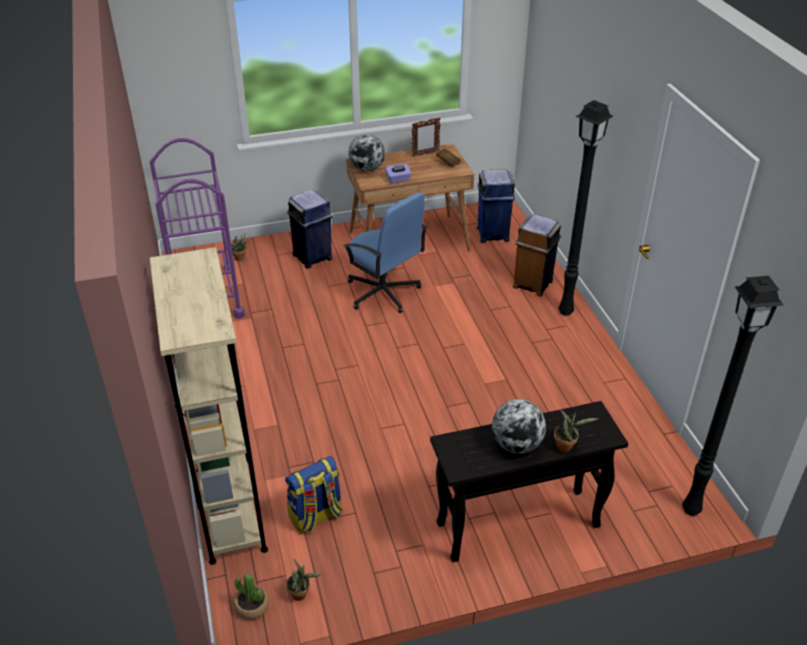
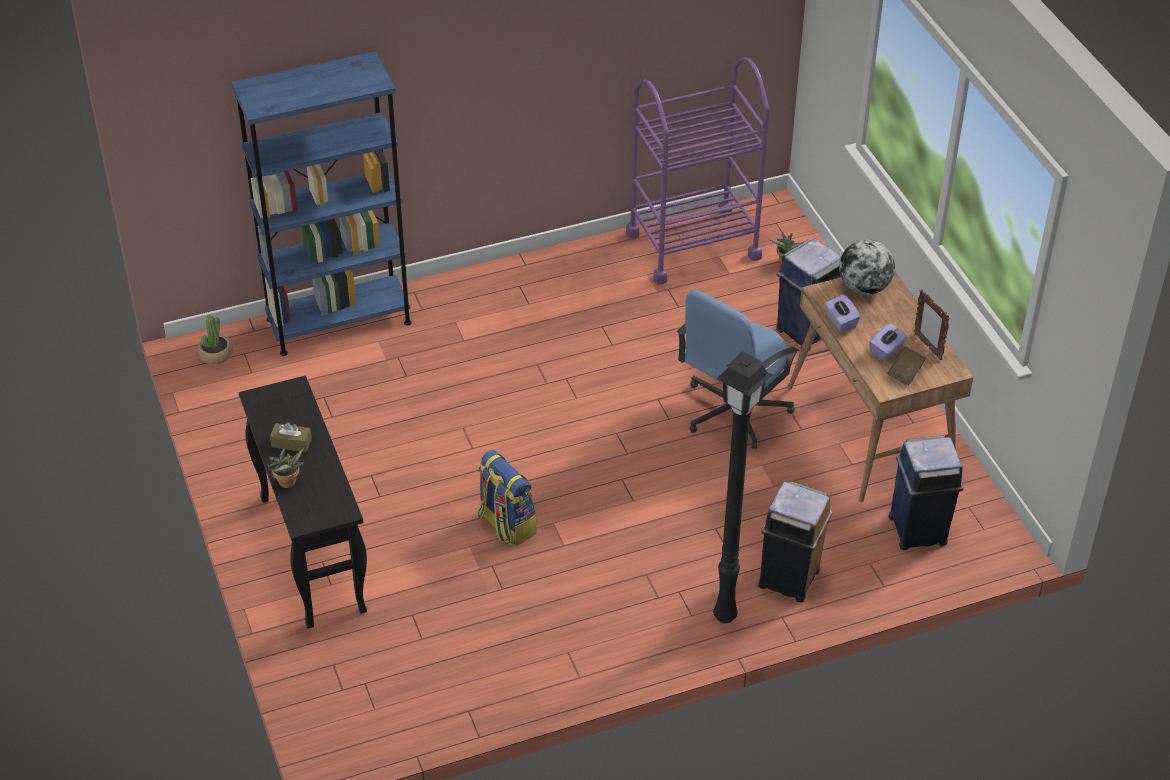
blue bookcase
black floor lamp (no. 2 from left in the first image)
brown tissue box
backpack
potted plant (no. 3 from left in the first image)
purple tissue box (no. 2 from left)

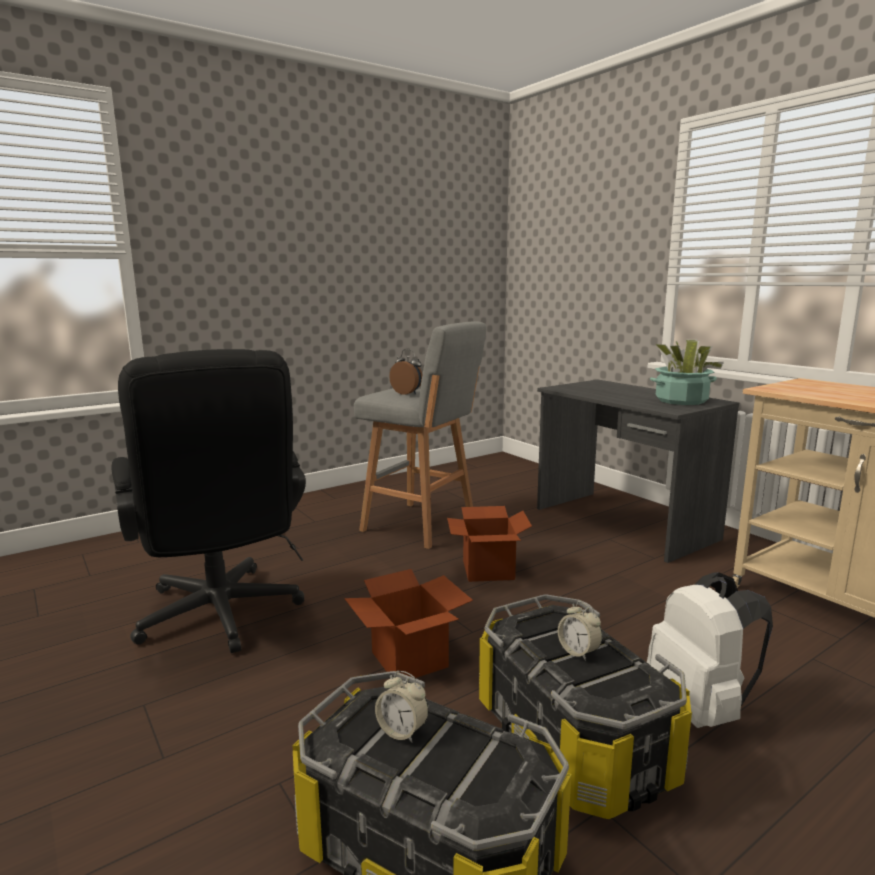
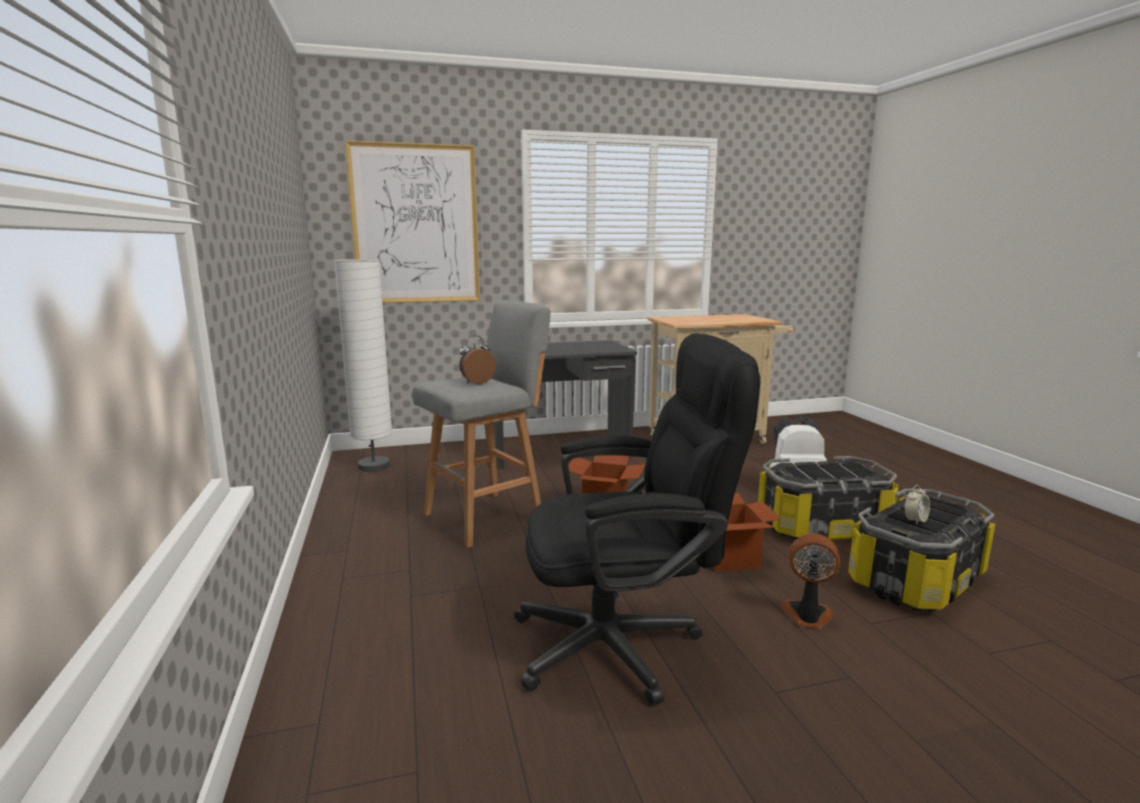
potted plant
alarm clock (no. 3 from left in the first image)
picture
white floor lamp
fan

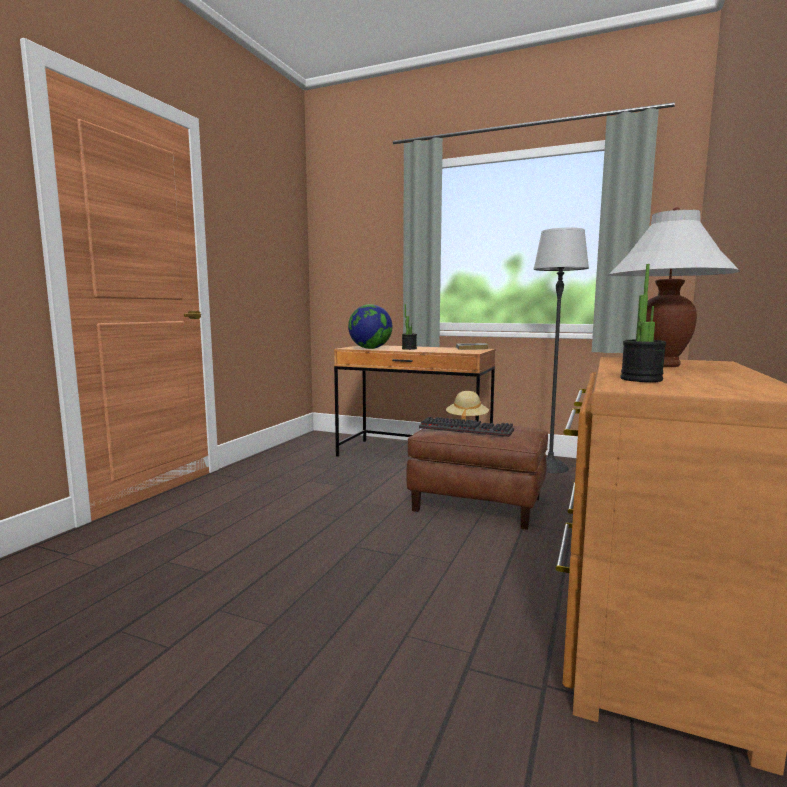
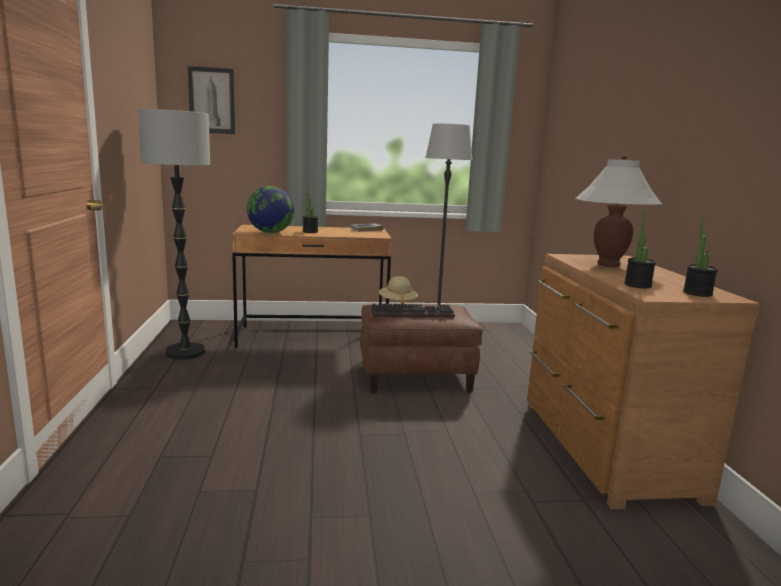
picture
floor lamp (no. 1 from left)
potted plant (no. 3 from left)

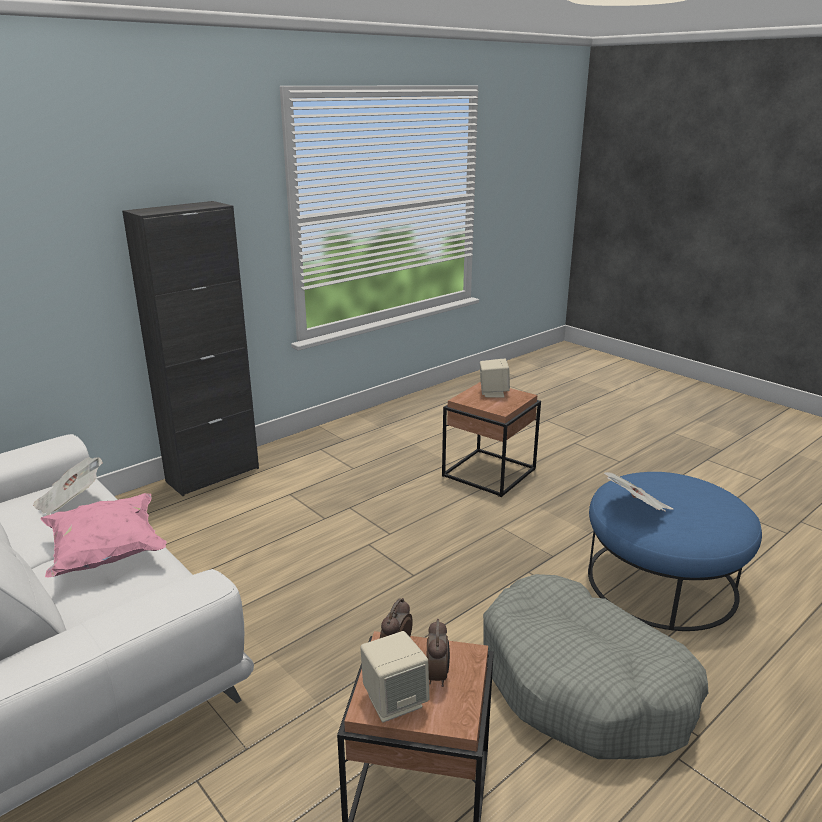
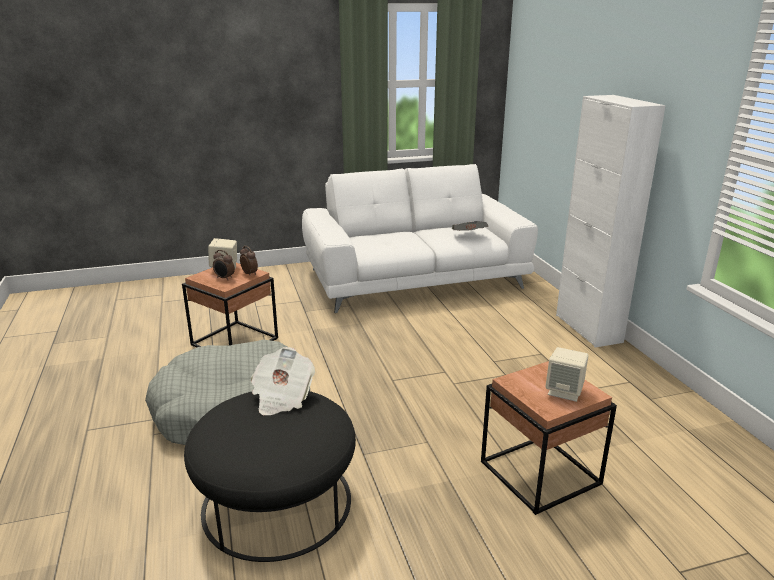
white cabinet
black ottoman
pink pillow

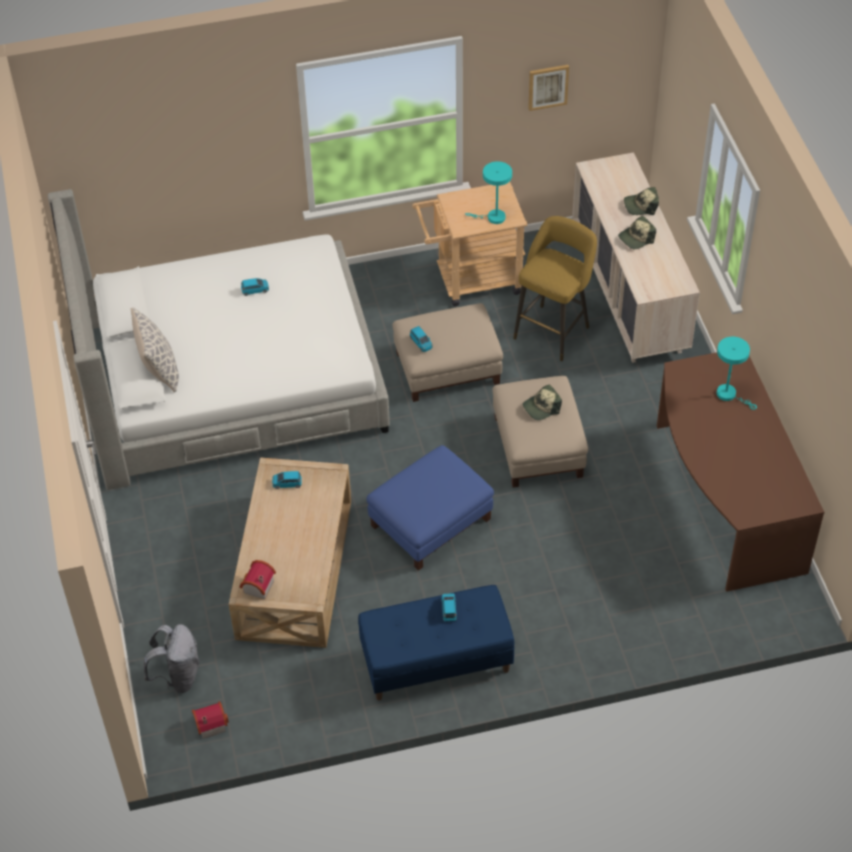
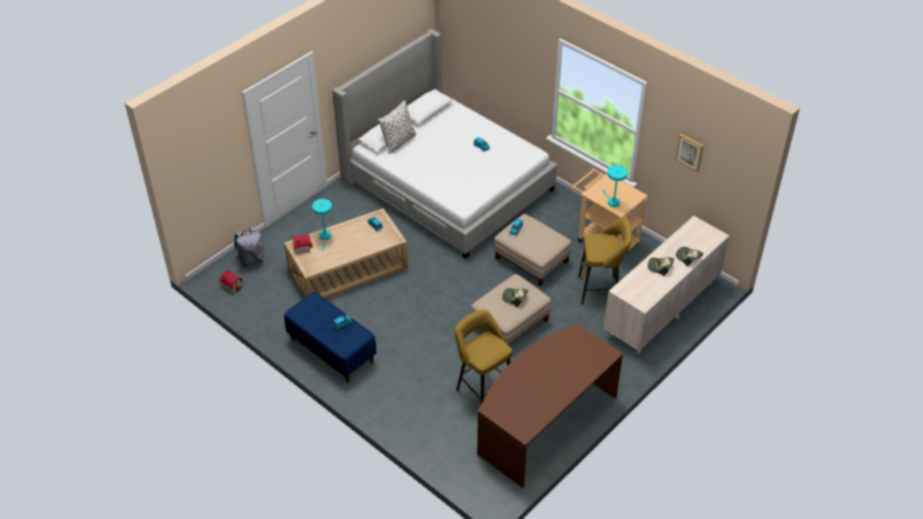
turquoise table lamp (no. 1 from left)
blue ottoman
yellow stool (no. 1 from left)

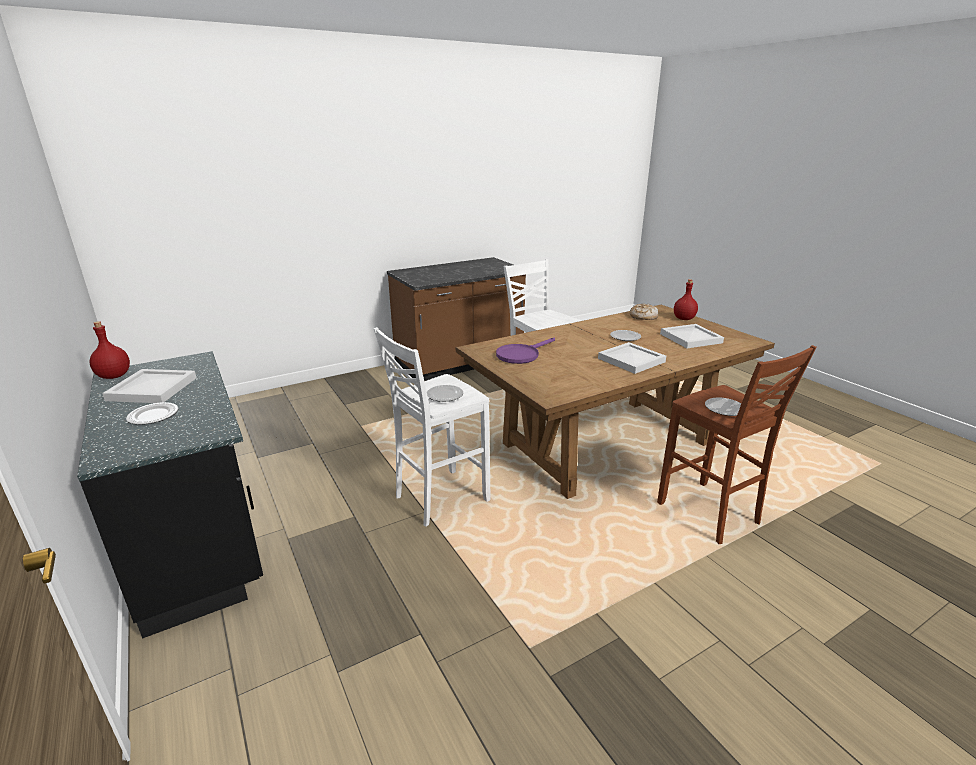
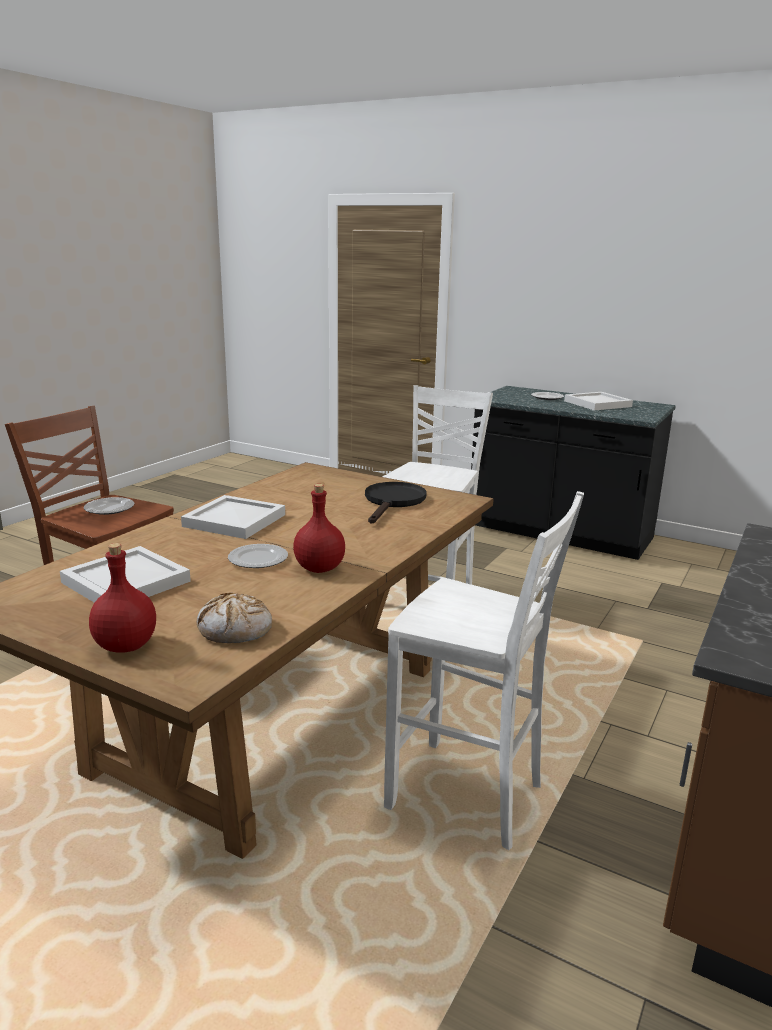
red bottle (no. 2 from left)
black frying pan
plate (no. 2 from left in the first image)

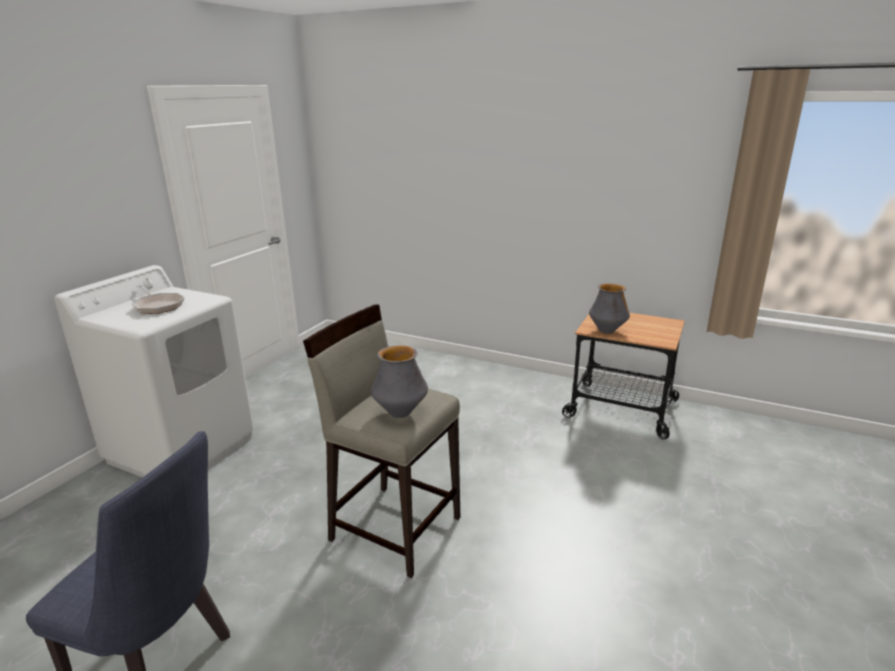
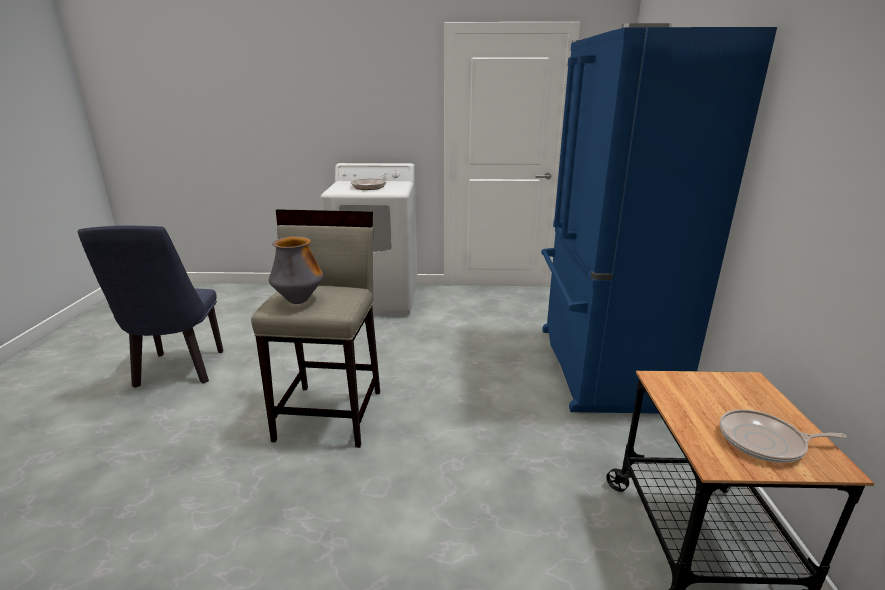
vase (no. 2 from left in the first image)
blue fridge
frying pan (no. 2 from left)

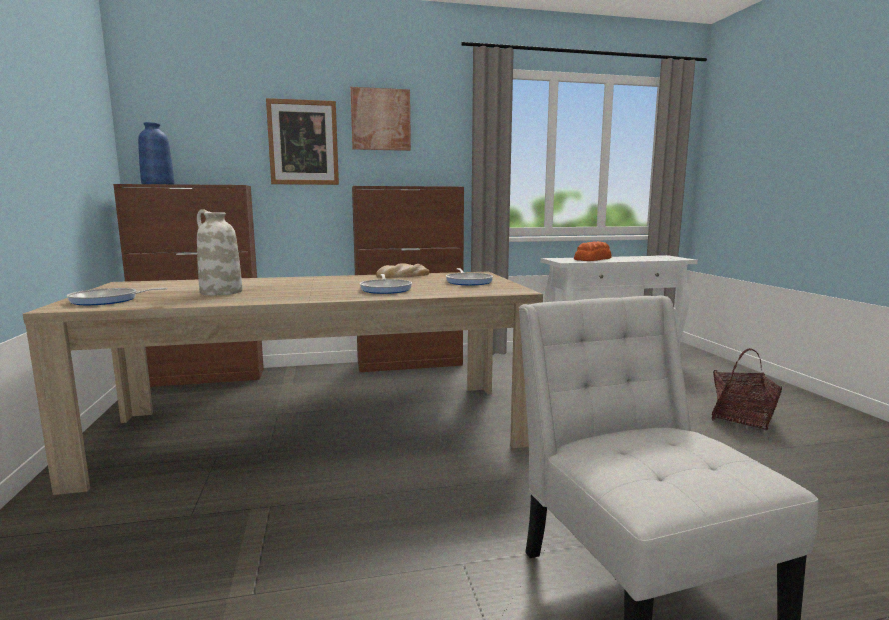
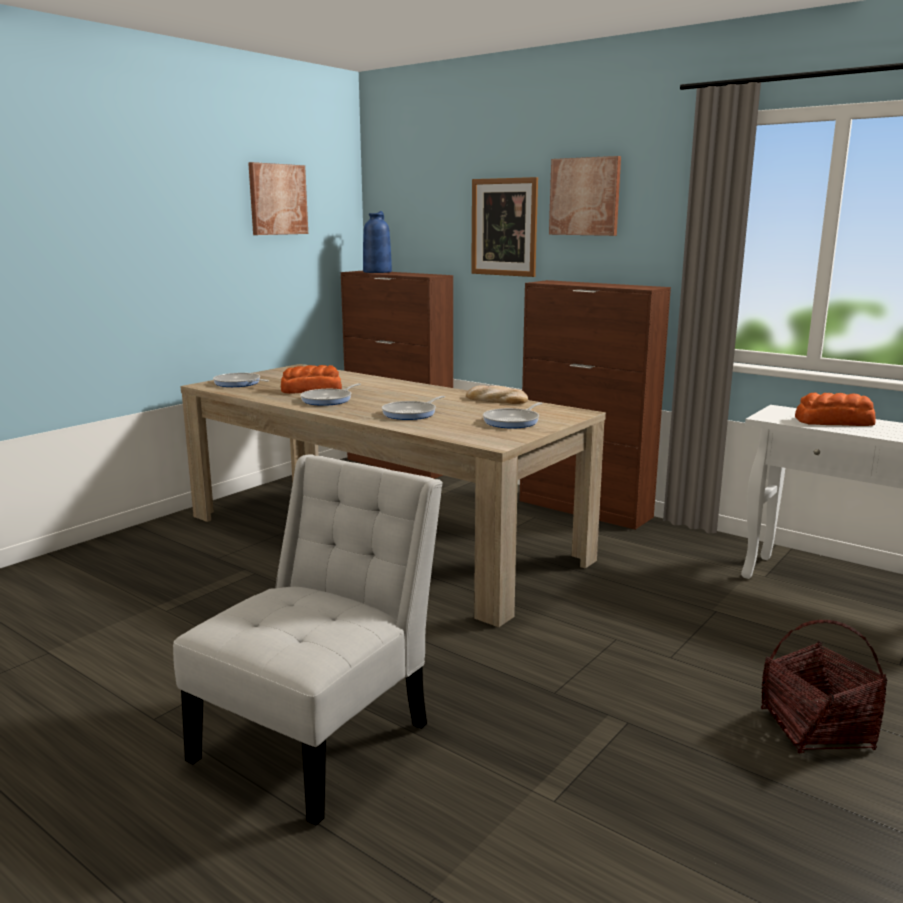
bread (no. 1 from left)
picture (no. 1 from left)
frying pan (no. 2 from left)

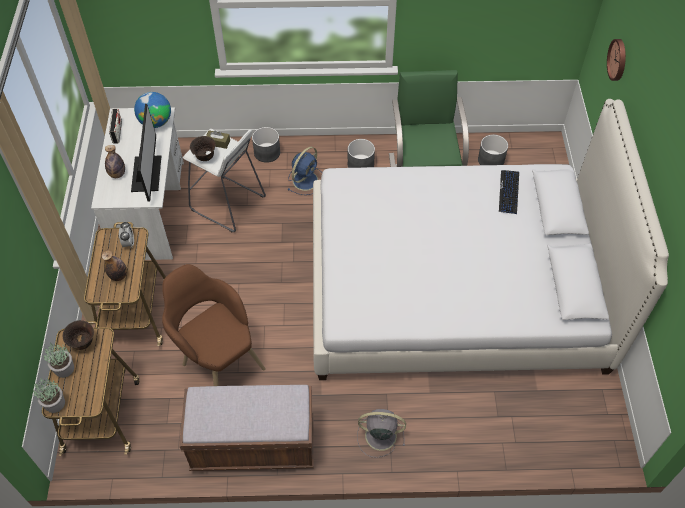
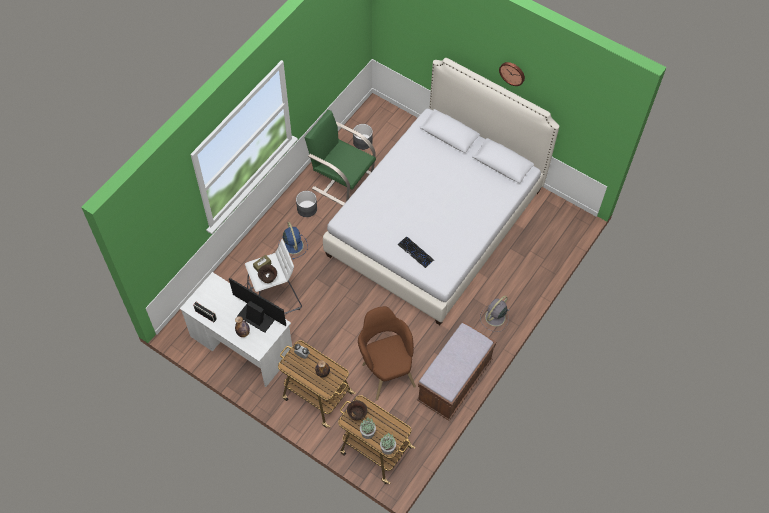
wall clock
globe
grey planter (no. 1 from left in the first image)
keyboard
brown armchair

